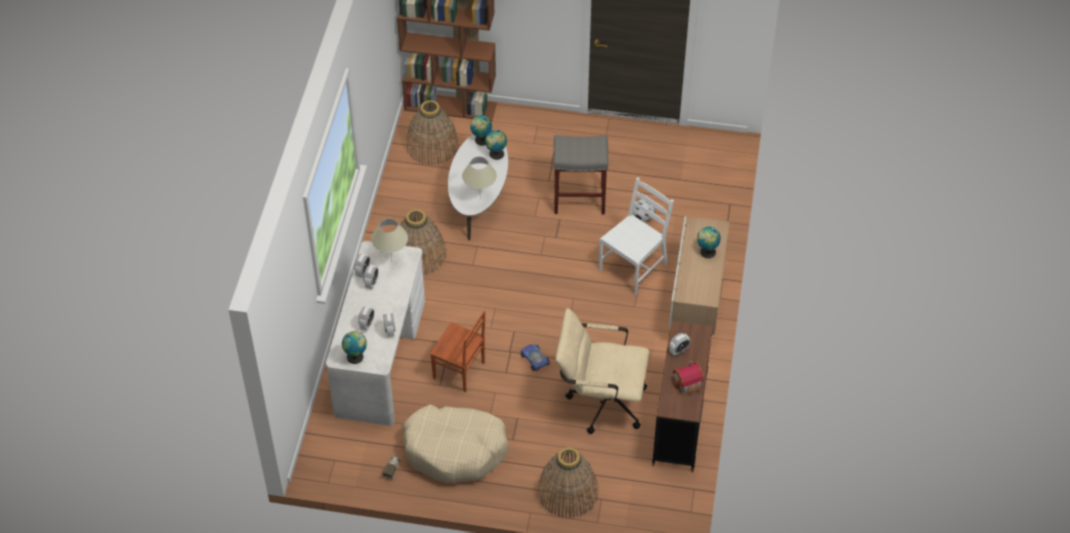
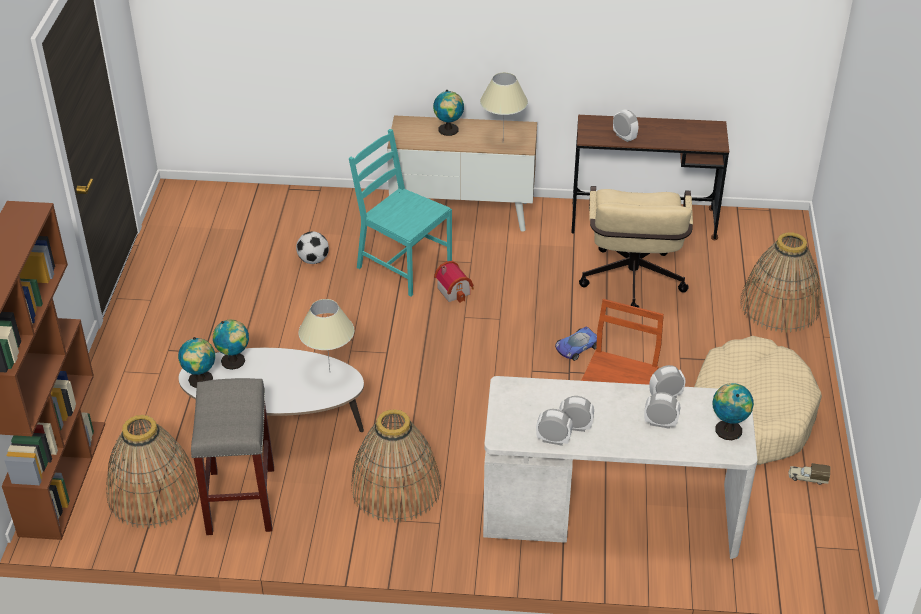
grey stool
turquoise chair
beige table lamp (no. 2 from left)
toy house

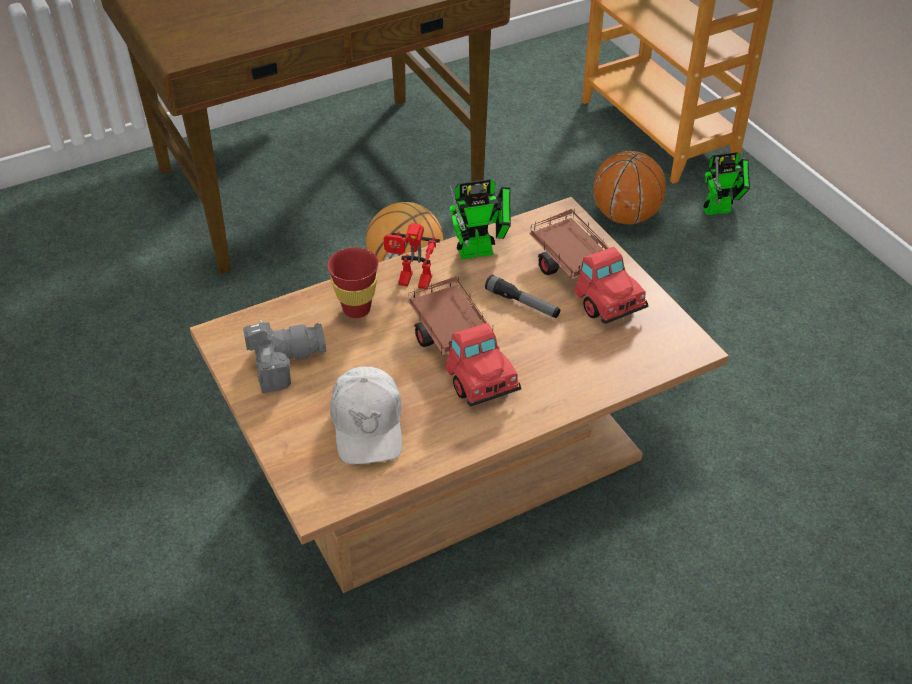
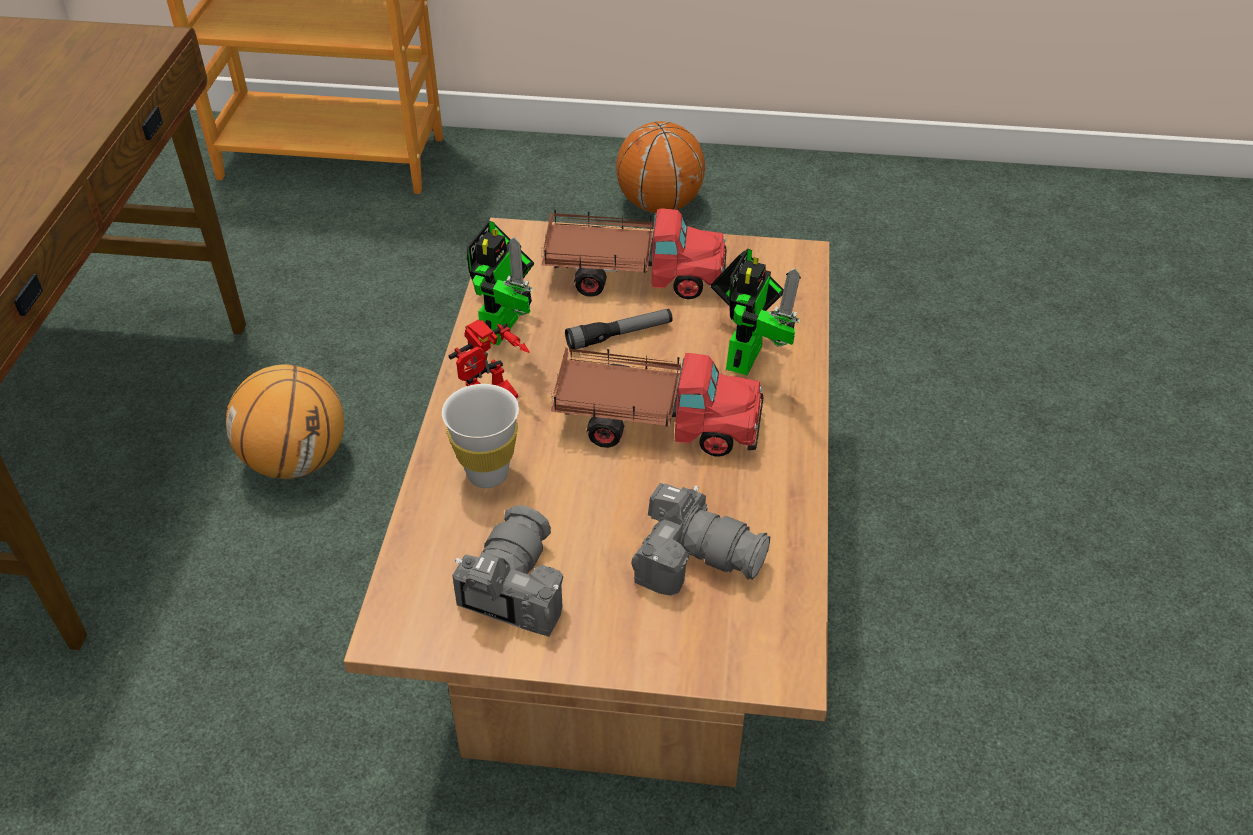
basketball (no. 2 from left)
toy robot (no. 3 from left)
white cup
photo camera (no. 2 from left)

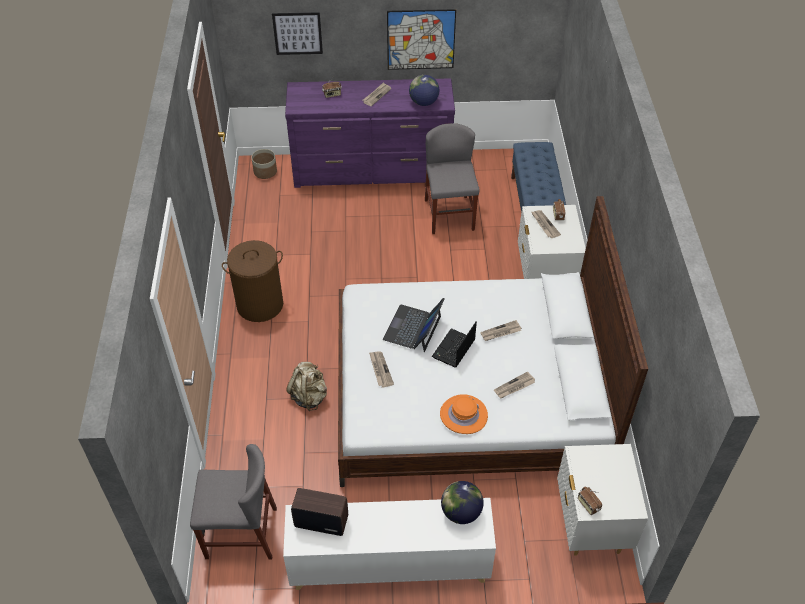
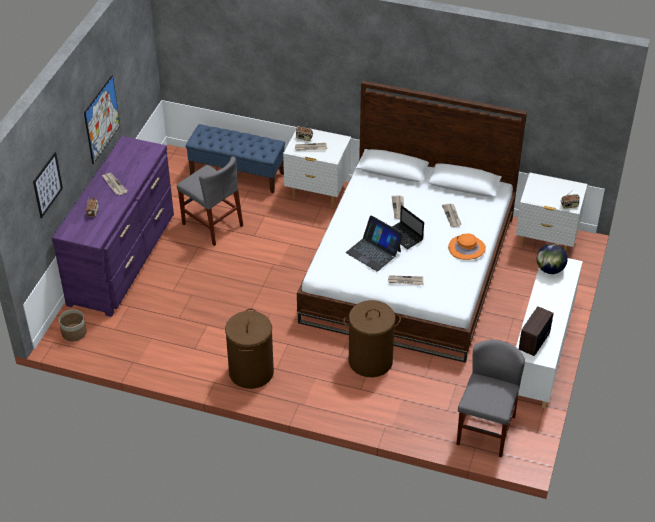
globe (no. 1 from left in the first image)
grey chair (no. 1 from left)
brown laundry basket (no. 2 from left)

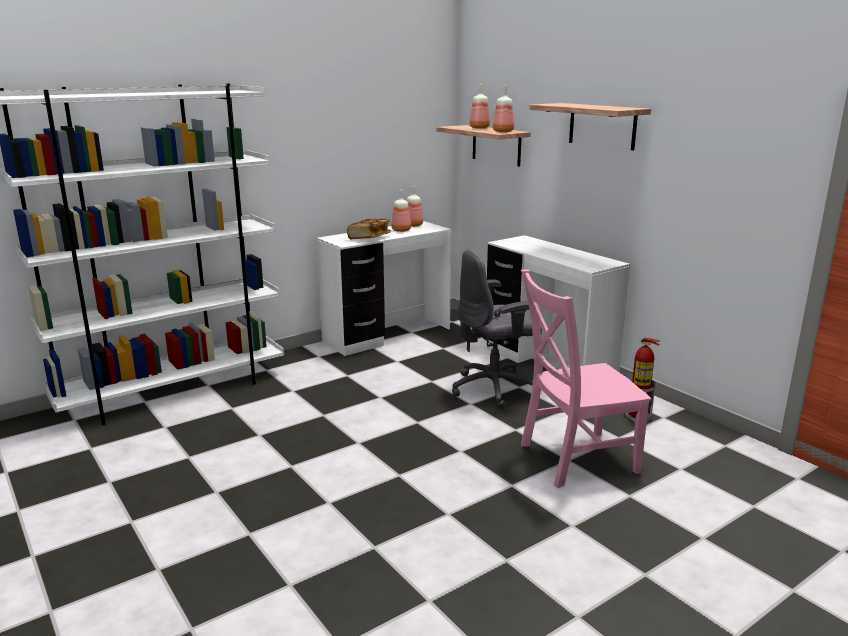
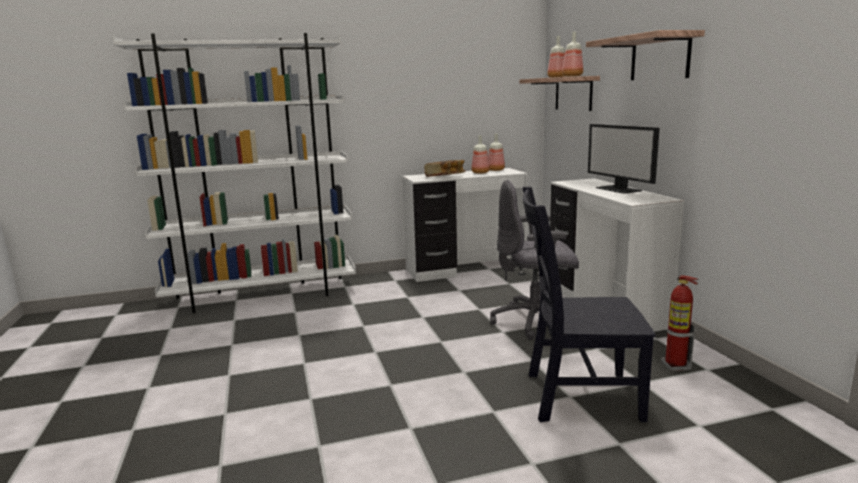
black chair
monitor

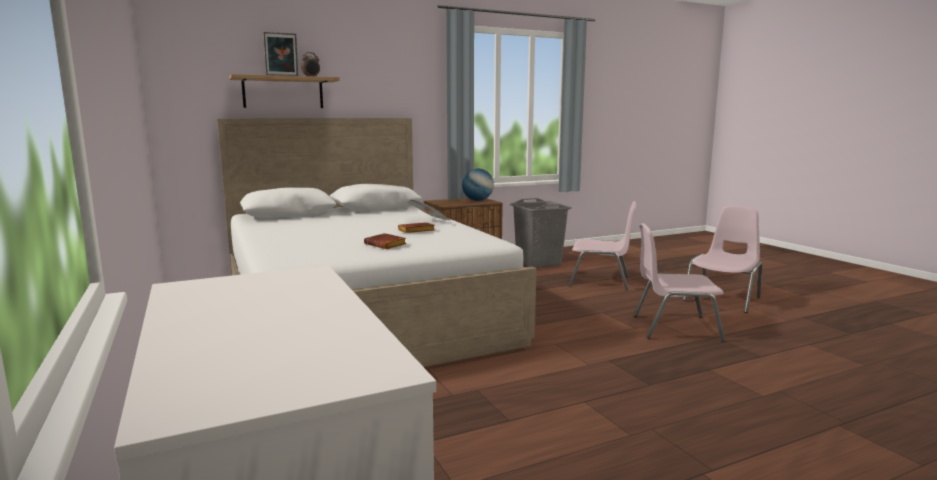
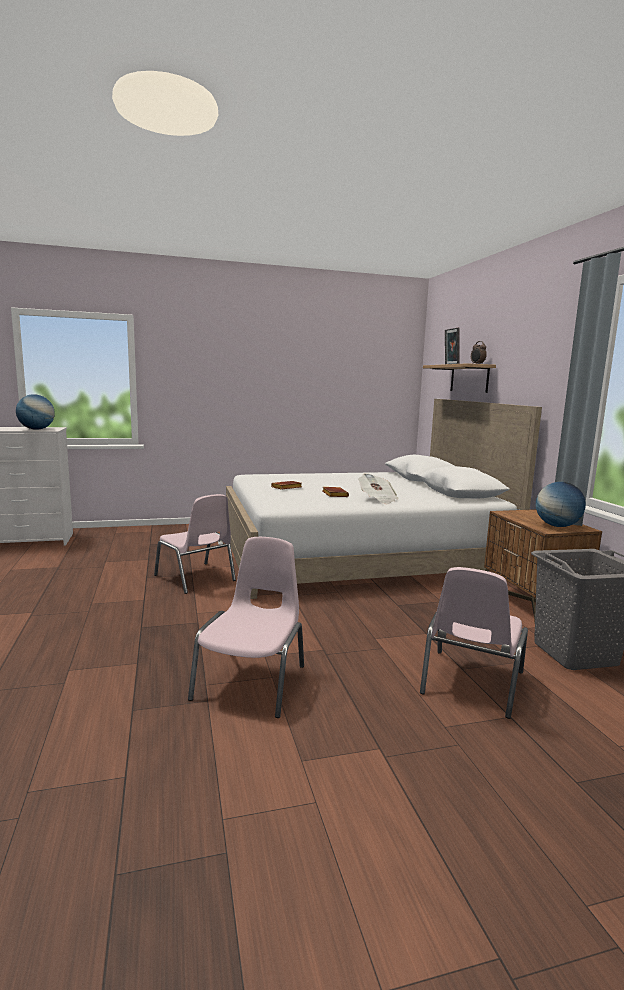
pink chair (no. 1 from left)
globe (no. 1 from left)

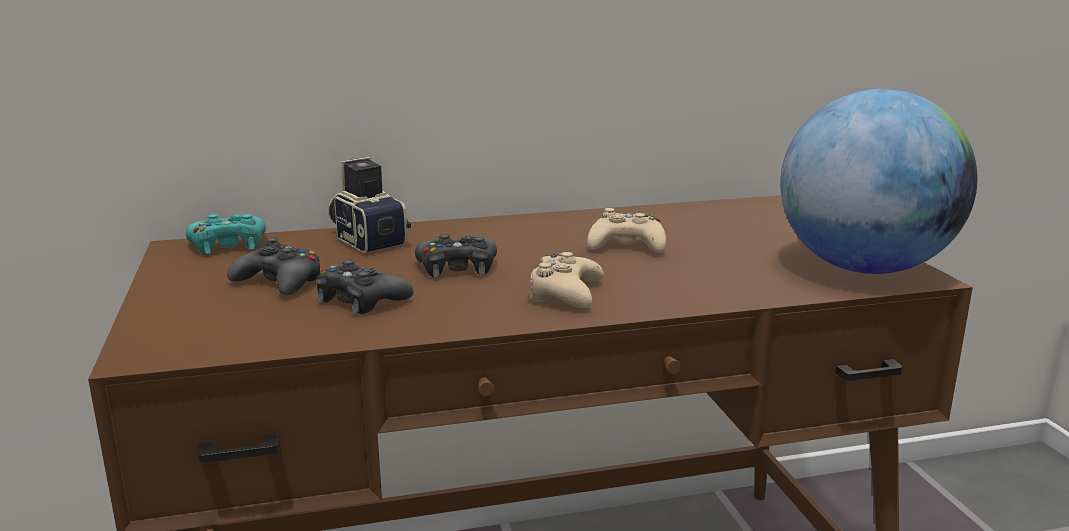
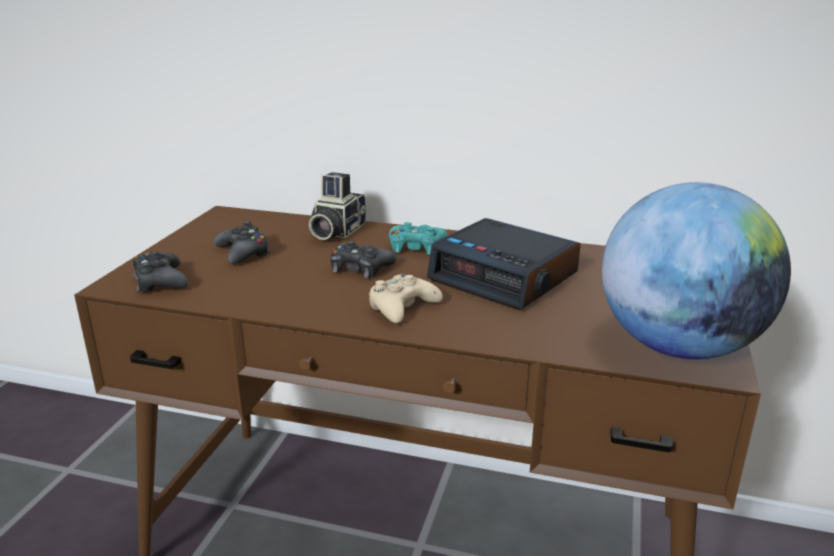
photo camera
alarm clock
turquoise game controller
black game controller (no. 1 from left)

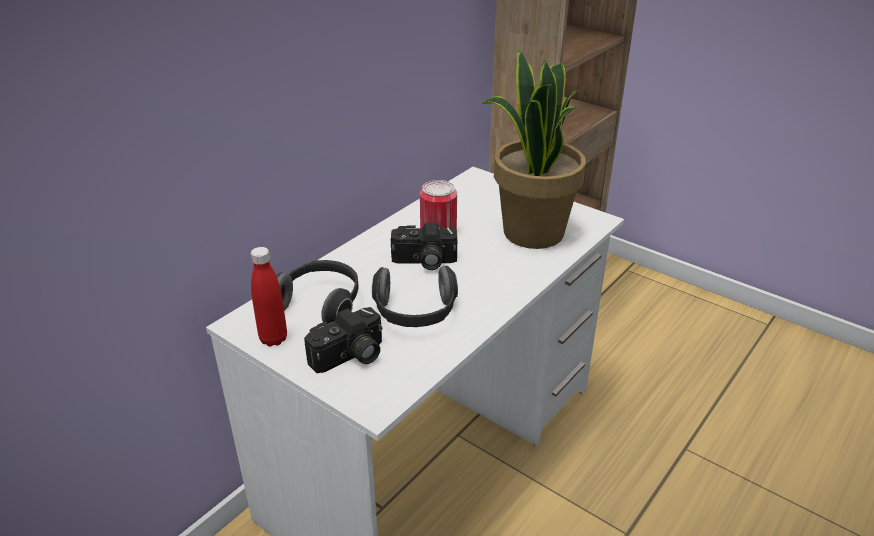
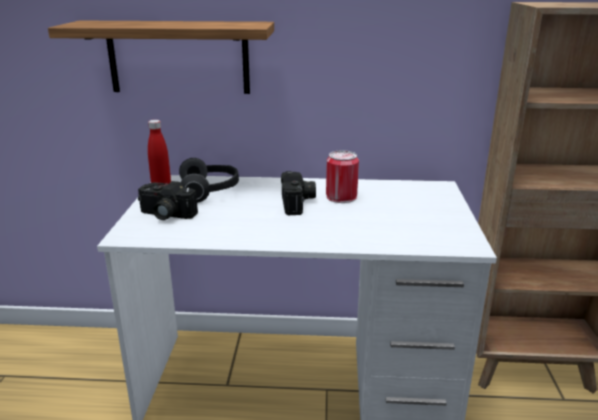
potted plant
photo camera (no. 2 from left)
headphones (no. 2 from left in the first image)
shelf

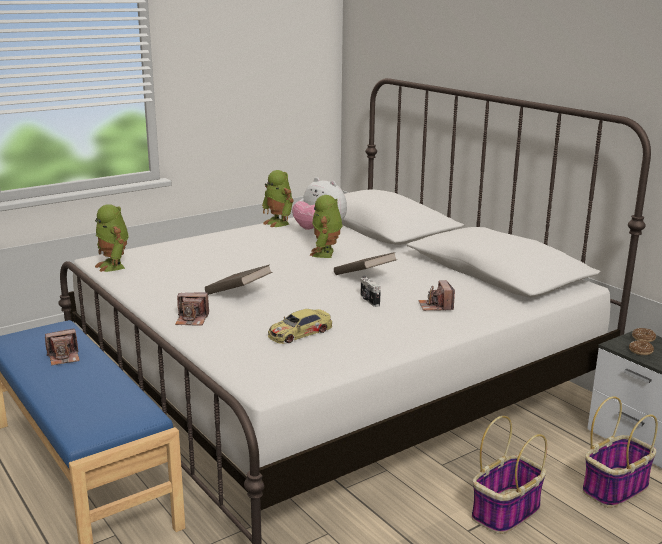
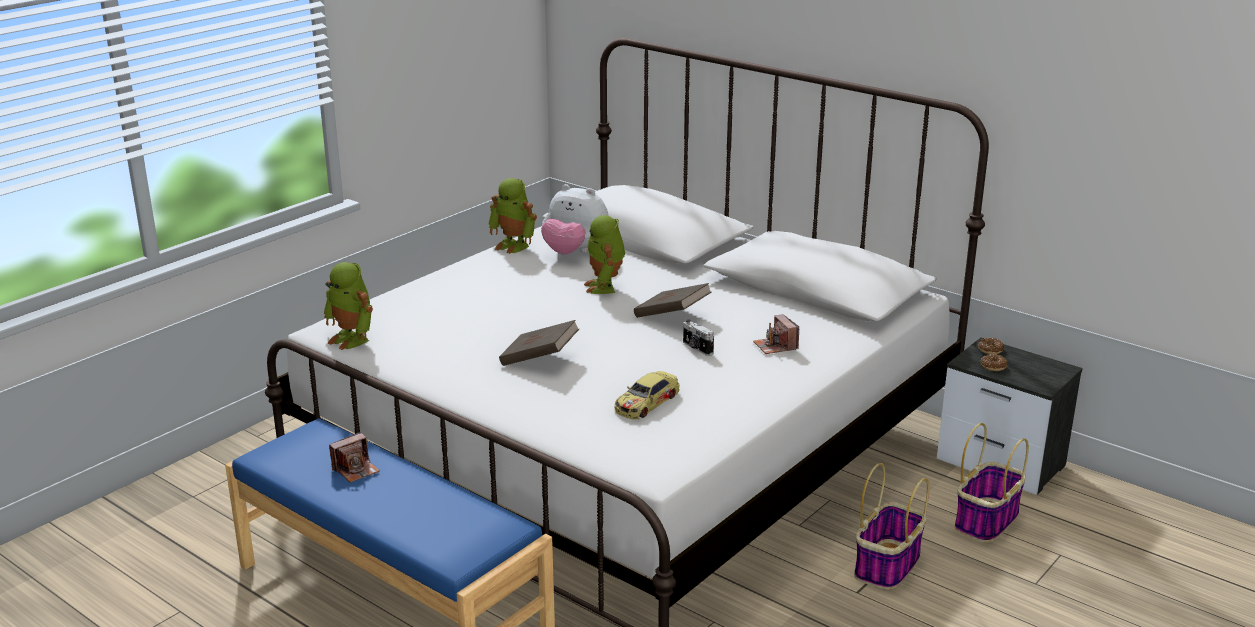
photo camera (no. 2 from left in the first image)

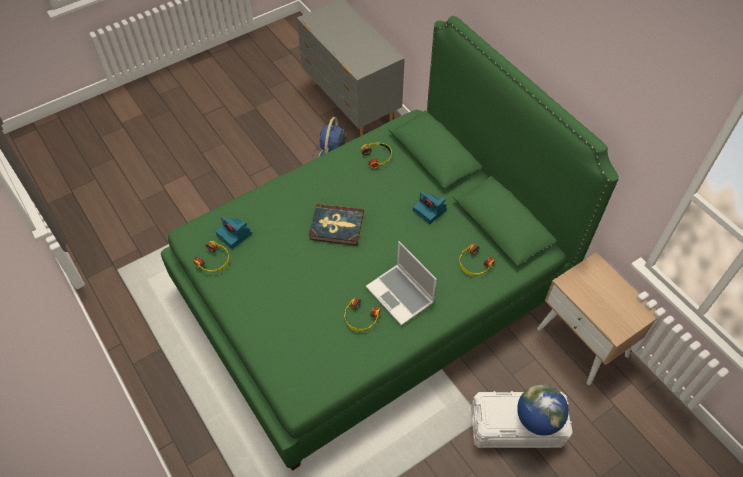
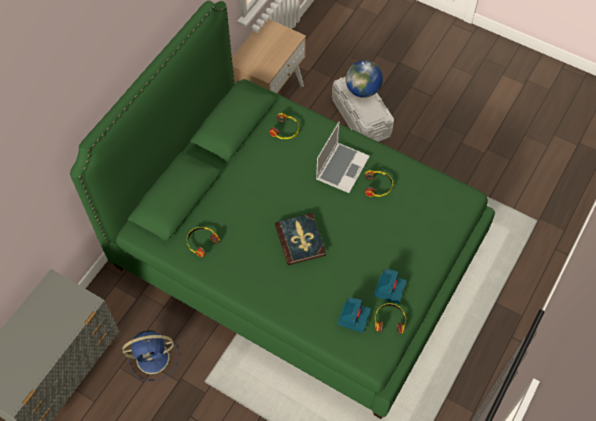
photo camera (no. 2 from left)

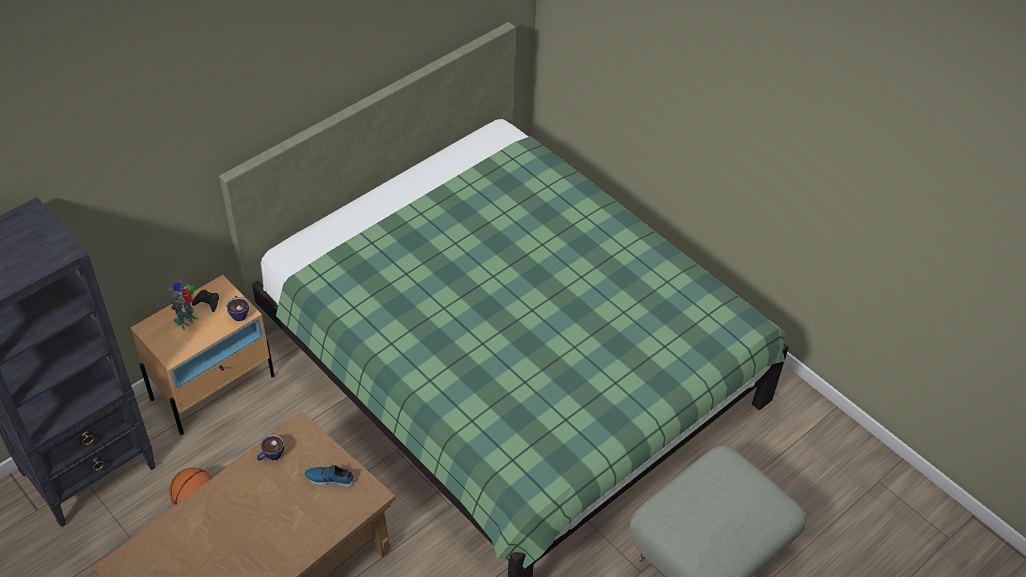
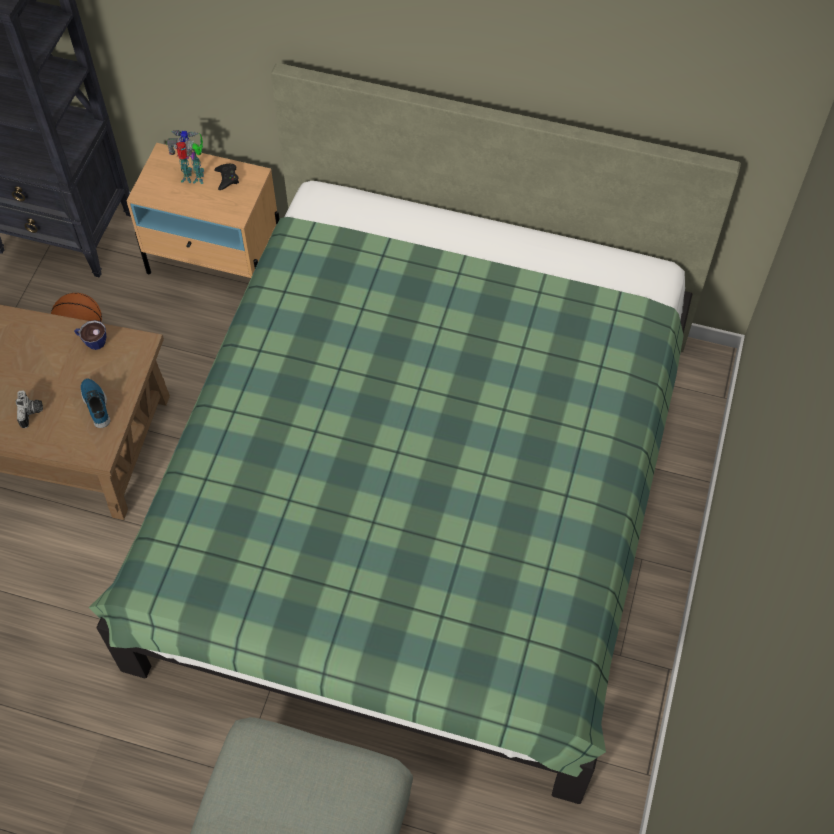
cup (no. 1 from left in the first image)
photo camera

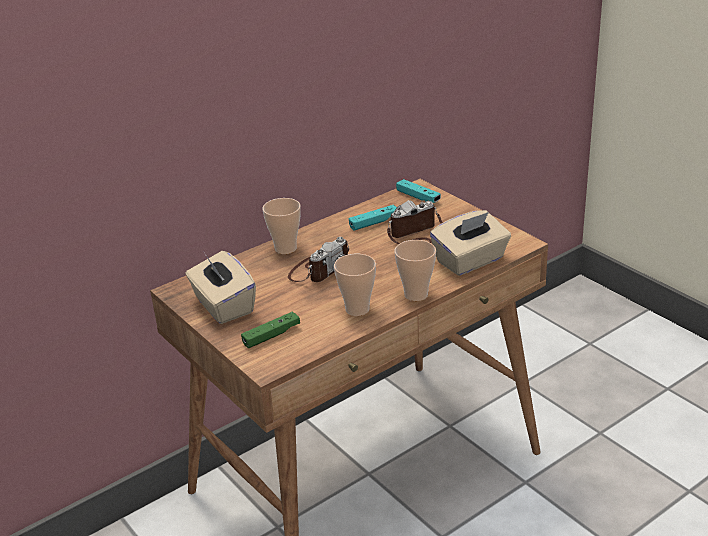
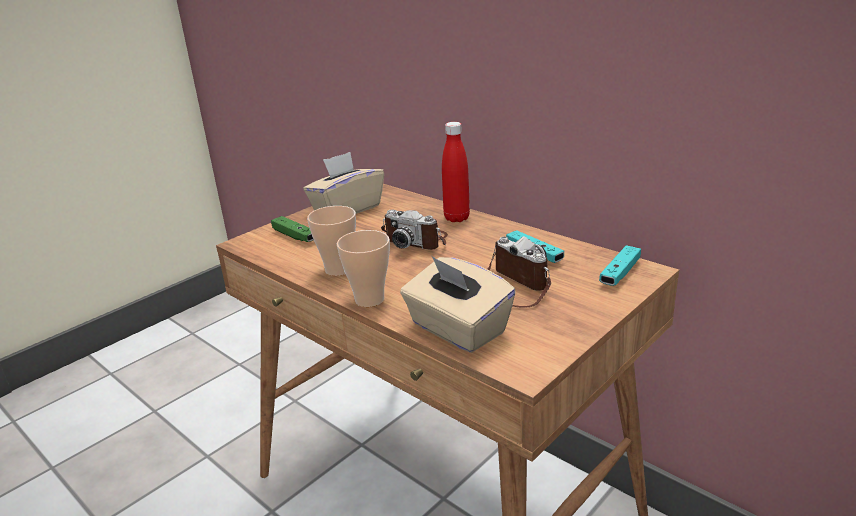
red bottle

